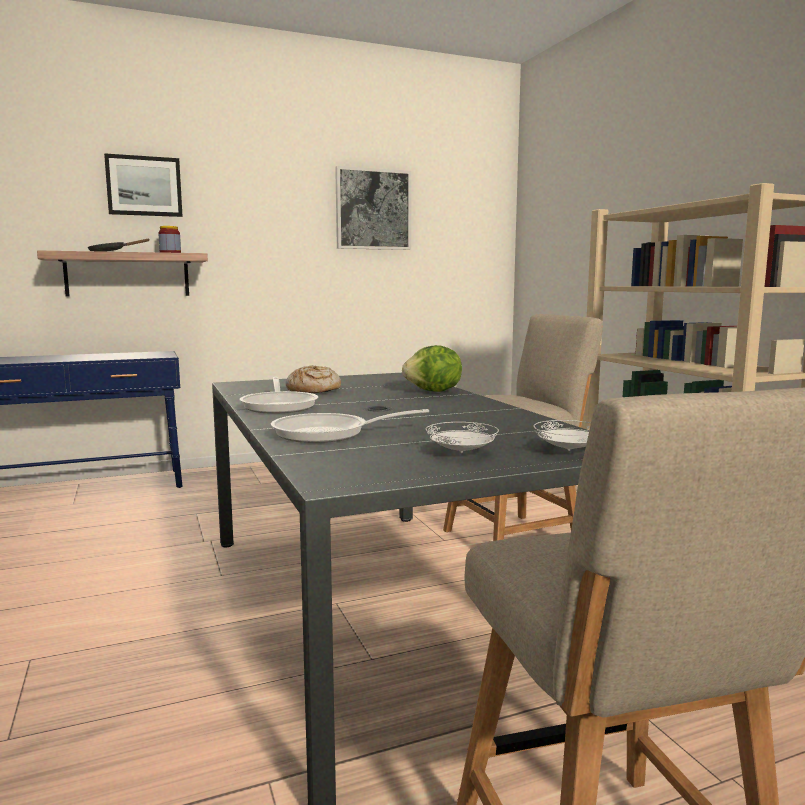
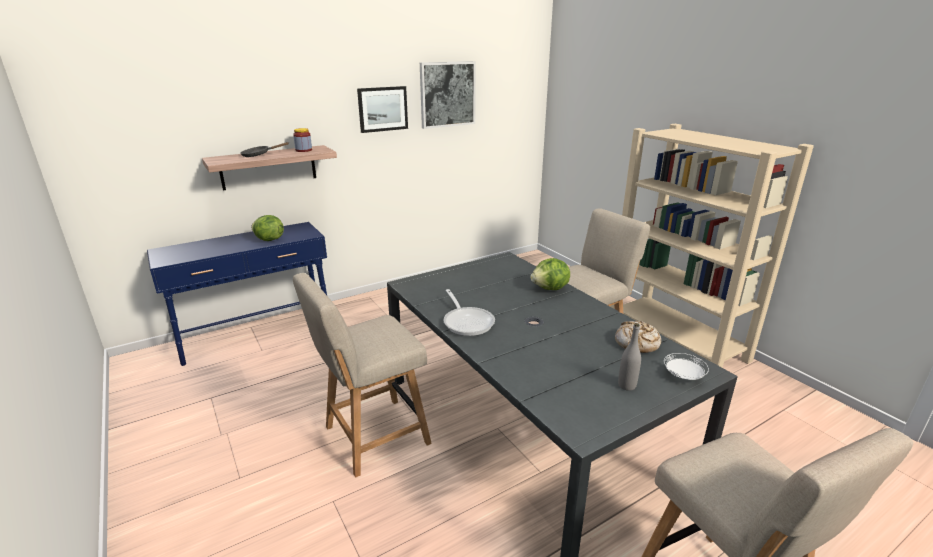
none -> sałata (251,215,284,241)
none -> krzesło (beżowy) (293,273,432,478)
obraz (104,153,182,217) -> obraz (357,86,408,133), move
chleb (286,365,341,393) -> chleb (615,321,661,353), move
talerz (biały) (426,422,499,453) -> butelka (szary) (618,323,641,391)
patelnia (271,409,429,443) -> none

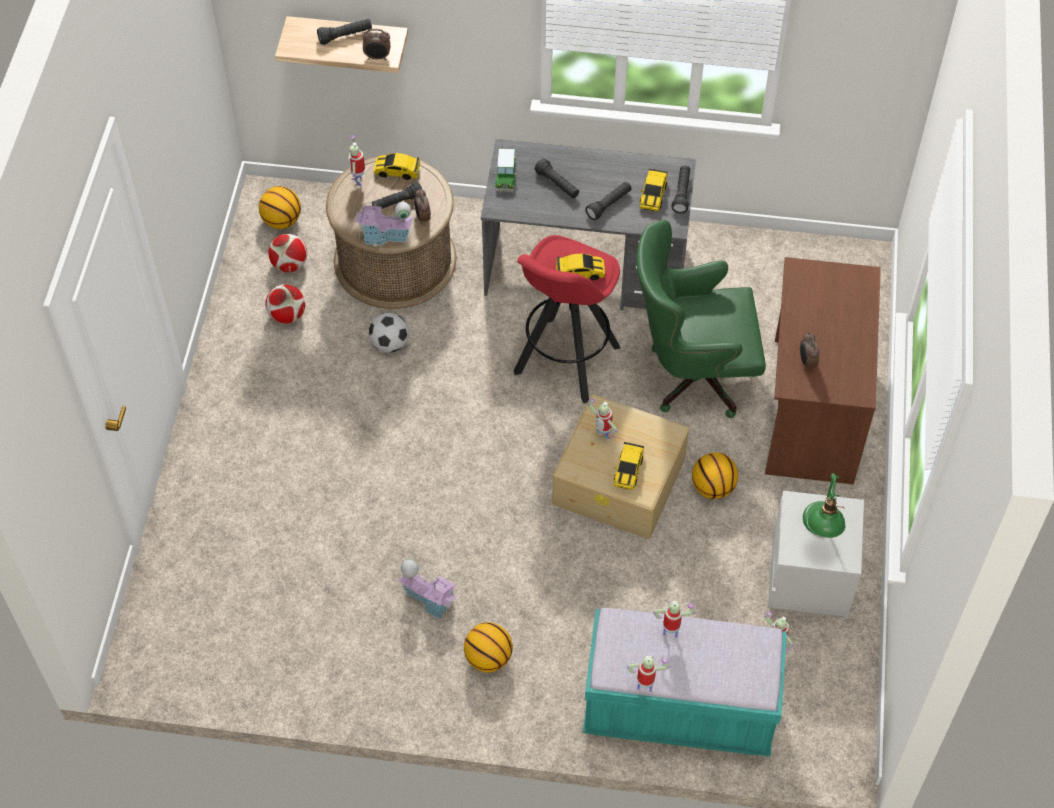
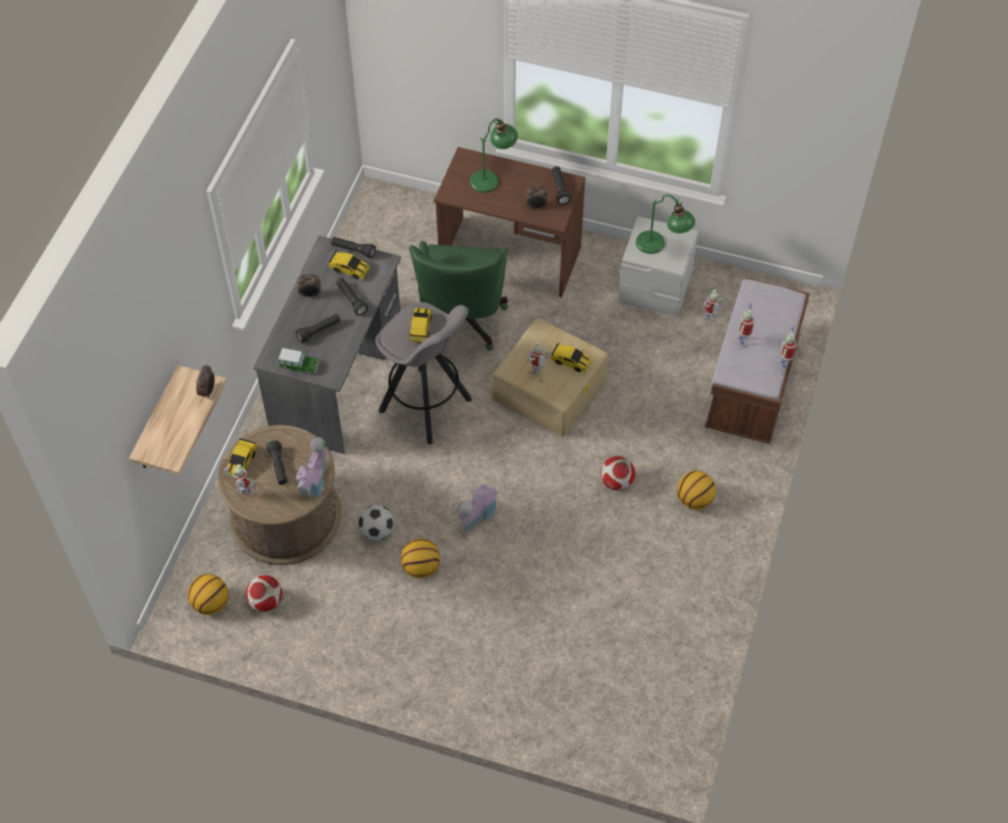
budzik (414,188,431,224) -> budzik (297,274,321,297), move
stołek (czerwony) (514,235,620,403) -> stołek (szary) (375,302,472,444)
piłka do koszykówki (692,452,738,499) -> piłka do koszykówki (401,538,440,578), move
domek (399,559,458,620) -> domek (457,483,499,532), move
none -> lampa stołowa (zielony) (470,118,518,193)
latarka (czarny) (317,19,372,45) -> latarka (czarny) (552,166,571,205), move
piłka futbolowa (265,284,305,324) -> piłka futbolowa (600,456,635,491), move
ławka (turkusowy) (583,608,787,756) -> ławka (brązowy) (705,278,810,444)

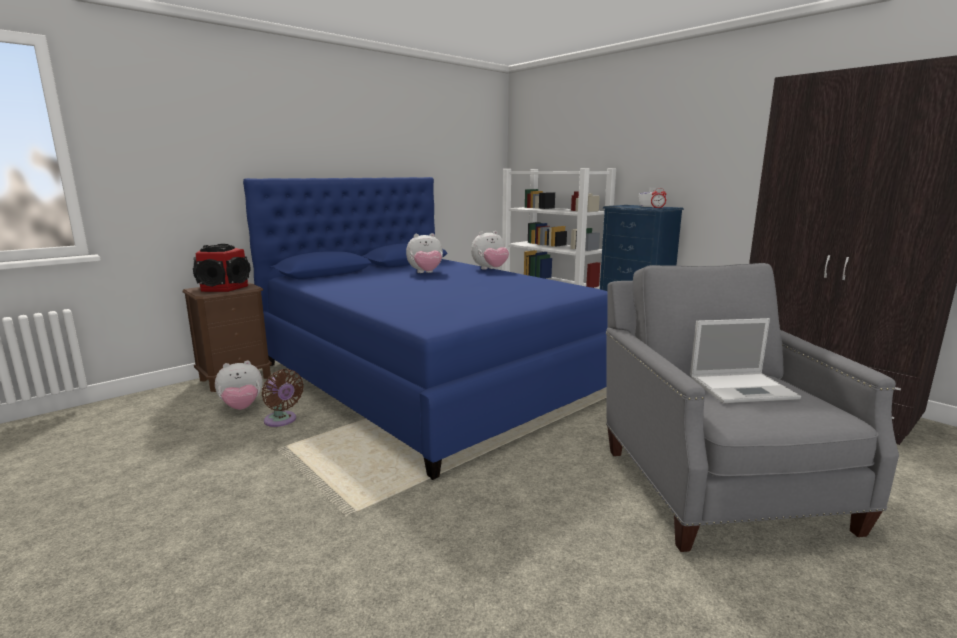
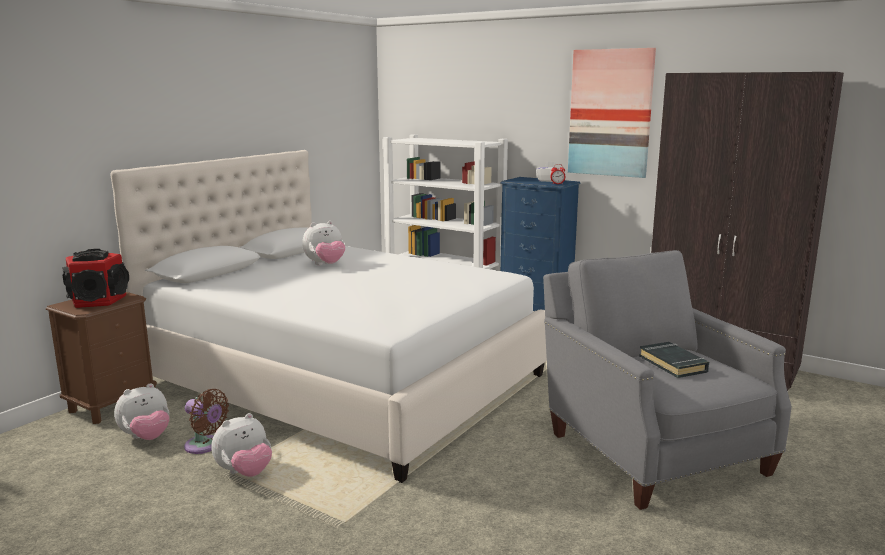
łóżko (niebieski) (243,177,608,480) -> łóżko (biały) (111,150,547,483)
pluszak (471,231,509,270) -> pluszak (212,413,272,477), move
none -> obraz (568,48,656,178)
laptop (690,318,801,403) -> książka (czarny) (639,342,709,378)

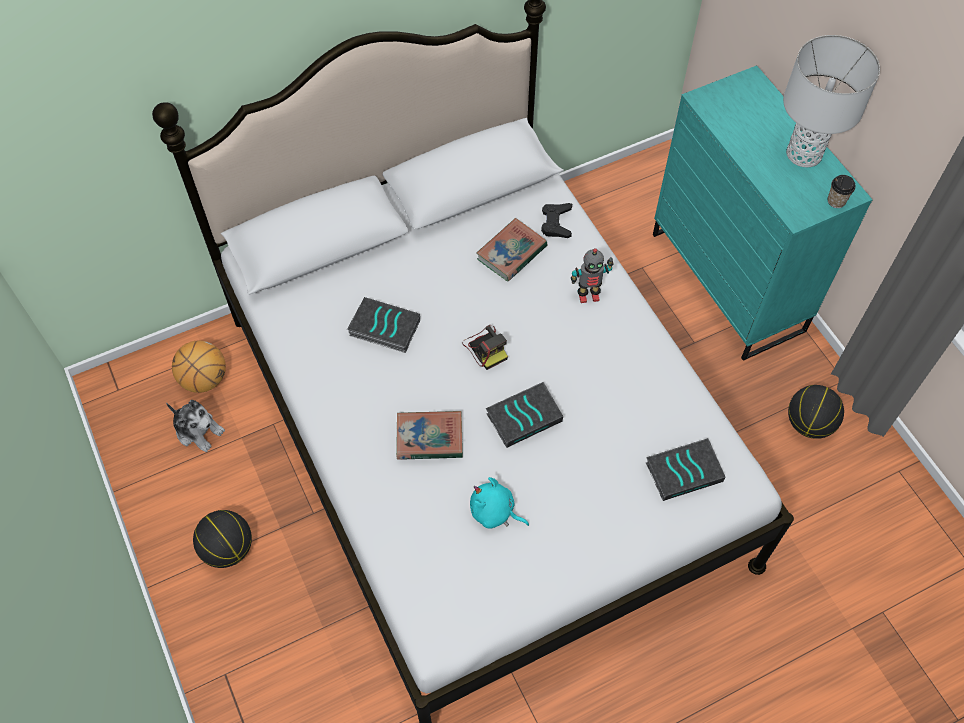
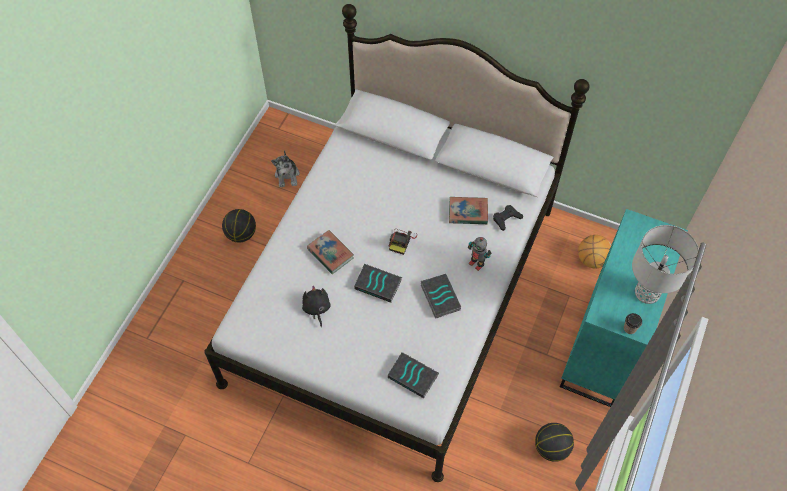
pluszak (turkusowy) (470,477,529,529) -> pluszak (czarny) (302,286,331,327)
książka (347,297,420,353) -> książka (421,274,461,319), move
piłka do koszykówki (172,340,226,393) -> piłka do koszykówki (578,235,611,269), move

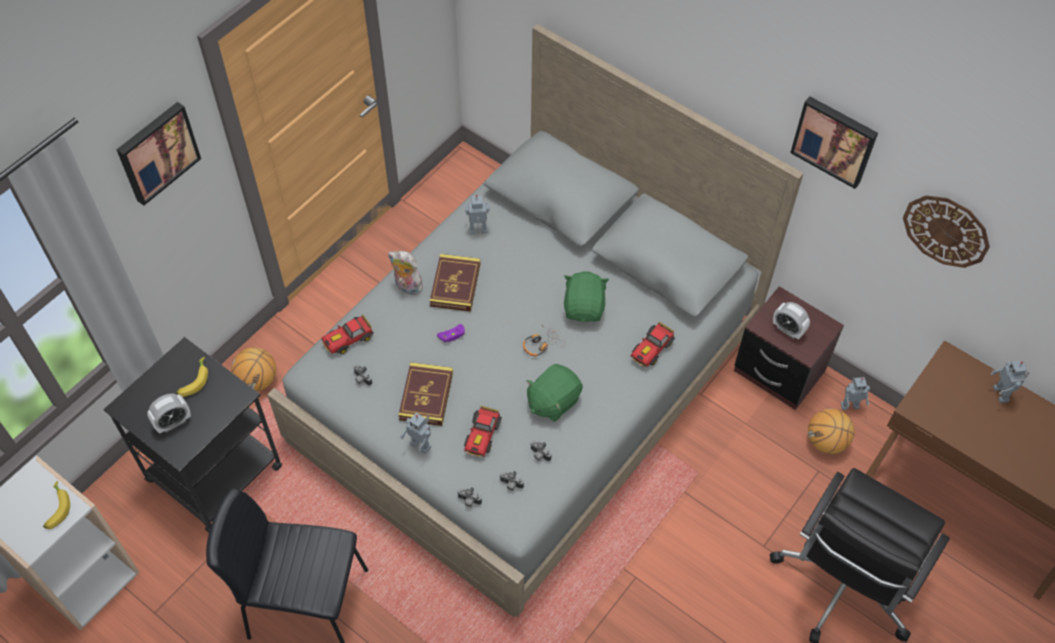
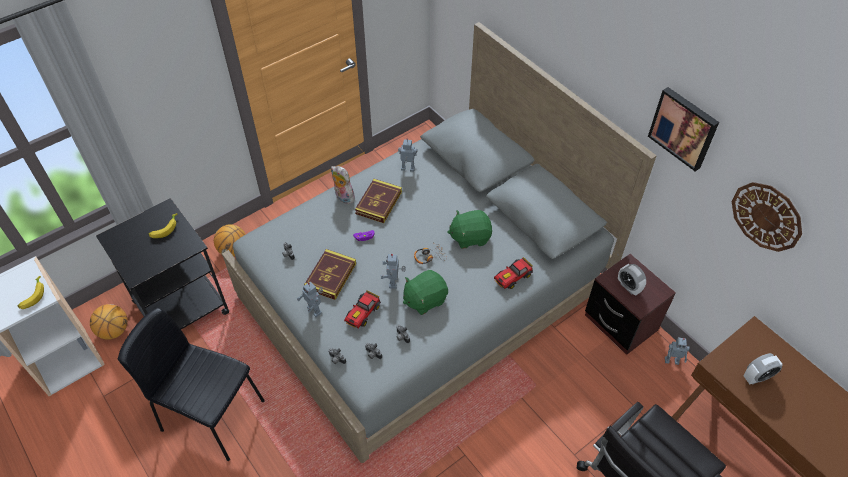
piłka do koszykówki (808,409,855,454) -> piłka do koszykówki (90,304,128,340), move
robot zabawkowy (991,360,1030,403) -> robot zabawkowy (380,254,406,289), move
pluszak (zielony) (564,271,609,322) -> pluszak (zielony) (447,210,492,249), 120 degrees counterclockwise
budzik (147,394,191,434) -> budzik (743,353,783,385), move
obraz (117,102,201,206) -> none
samochodzik (321,315,374,354) -> none

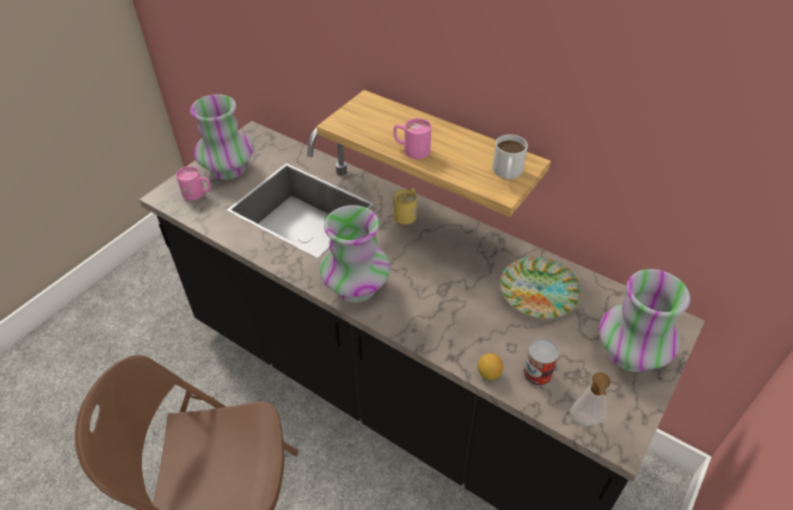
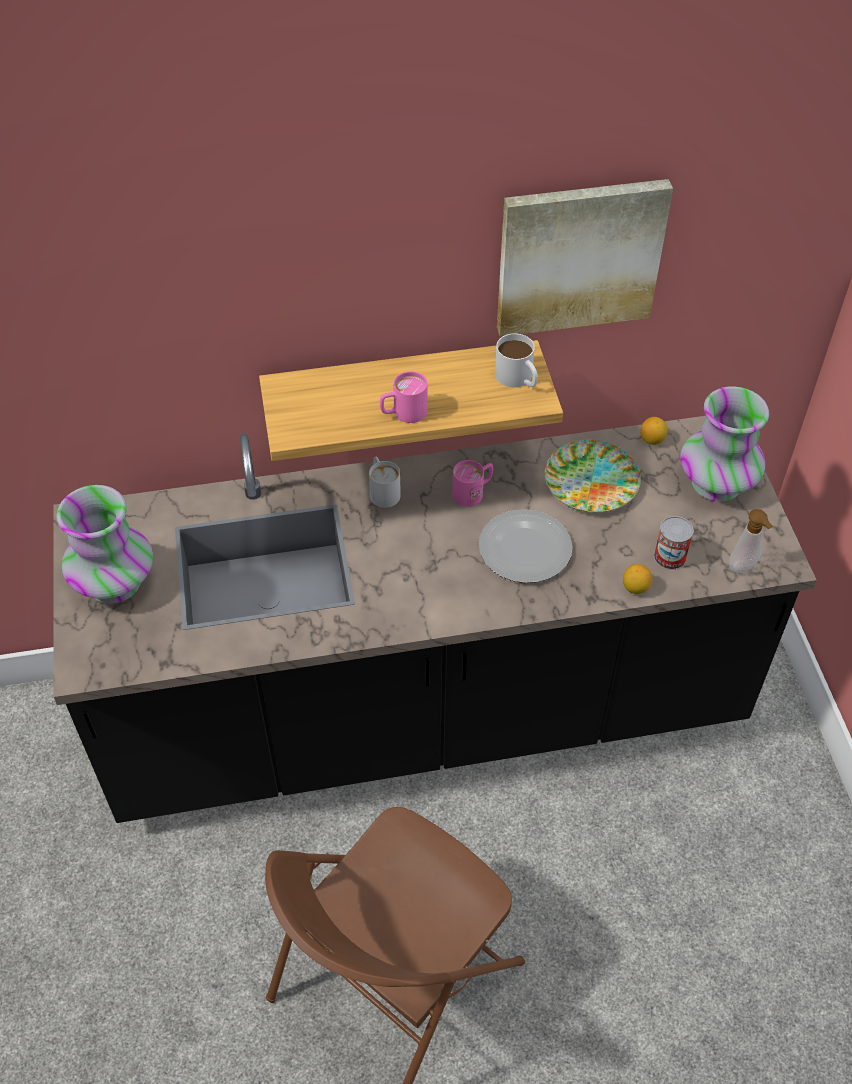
kubek (żółty) (393,187,417,225) -> kubek (biały) (369,456,401,508)
kubek (różowy) (176,166,211,200) -> kubek (różowy) (452,460,493,507), move
none -> talerz (479,509,572,583)
none -> obraz (497,179,673,337)
none -> cytryna (640,417,667,445)
wazon (320,205,390,302) -> none

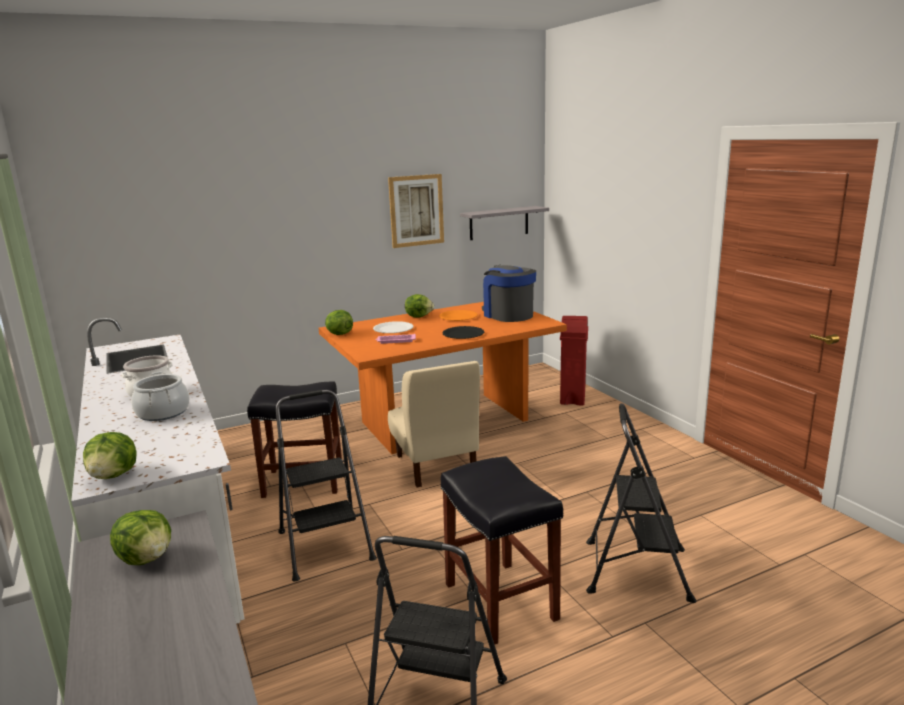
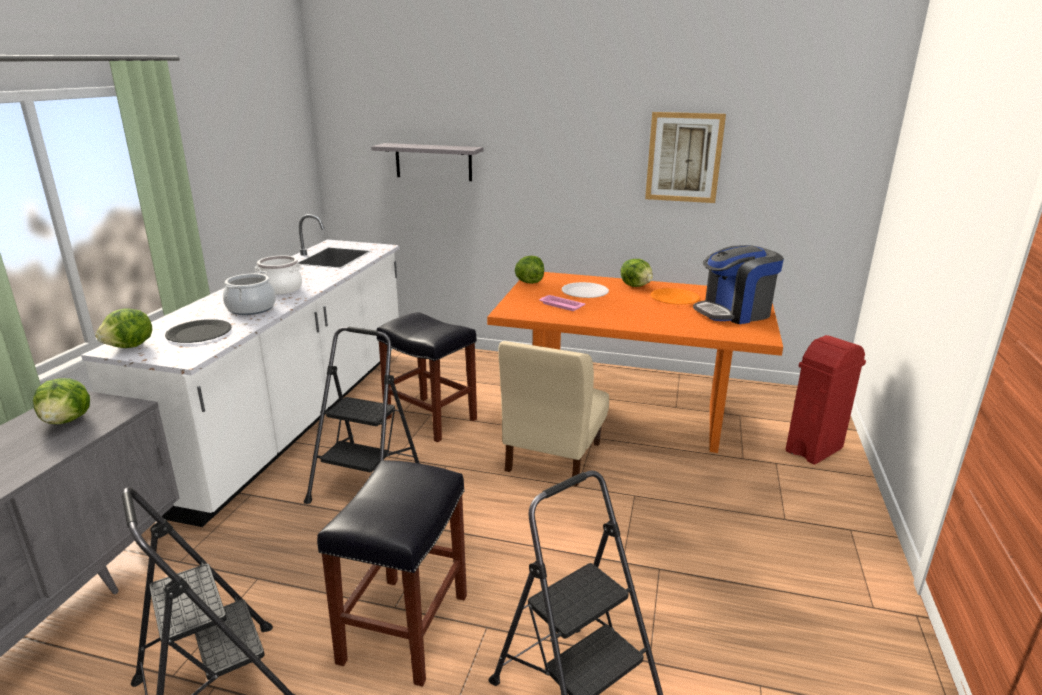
talerz (czarny) (442,326,484,339) -> talerz (czarny) (165,319,231,343), move
półka (szary) (460,206,549,240) -> półka (szary) (371,143,483,181), move
ekspres do kawy (482,265,536,322) -> ekspres do kawy (693,245,784,324), 120 degrees counterclockwise

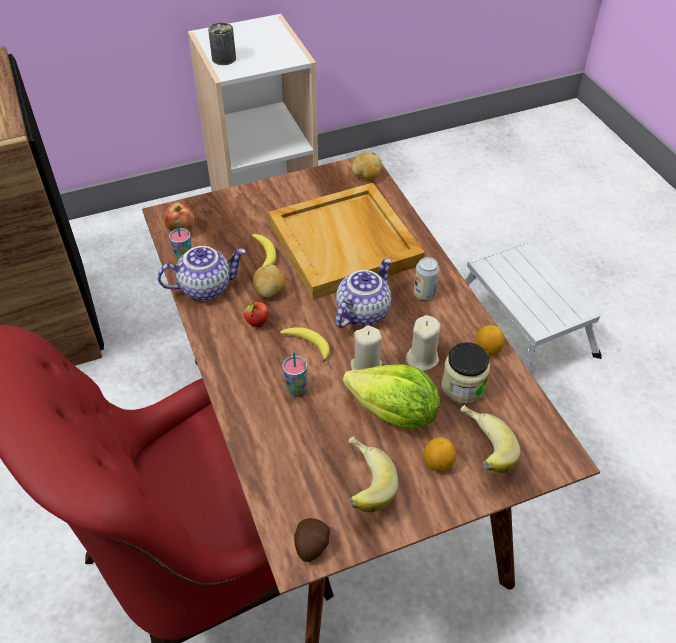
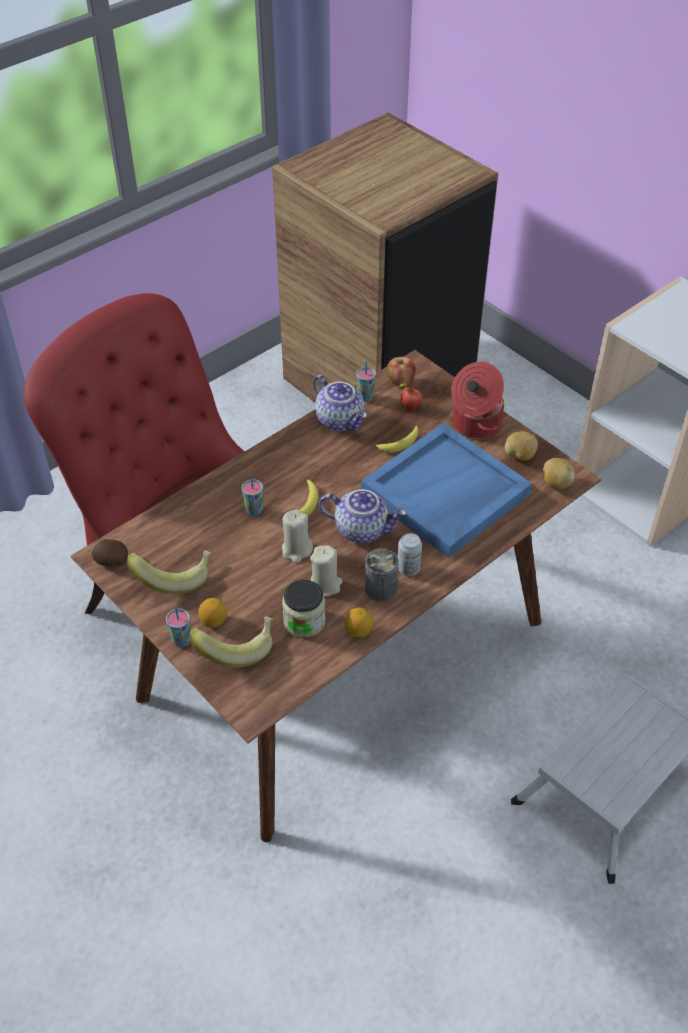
none -> filiżanka (166,606,191,647)
taca (beżowy) (268,183,425,300) -> taca (niebieski) (361,423,532,558)
puszka (208,23,236,65) -> puszka (365,548,399,602), move
jabłko (243,302,269,327) -> jabłko (398,383,423,410), move
none -> garnek (451,362,504,439)
ziemniak (253,264,286,297) -> ziemniak (505,431,538,461), move
sałata (343,364,440,429) -> none

